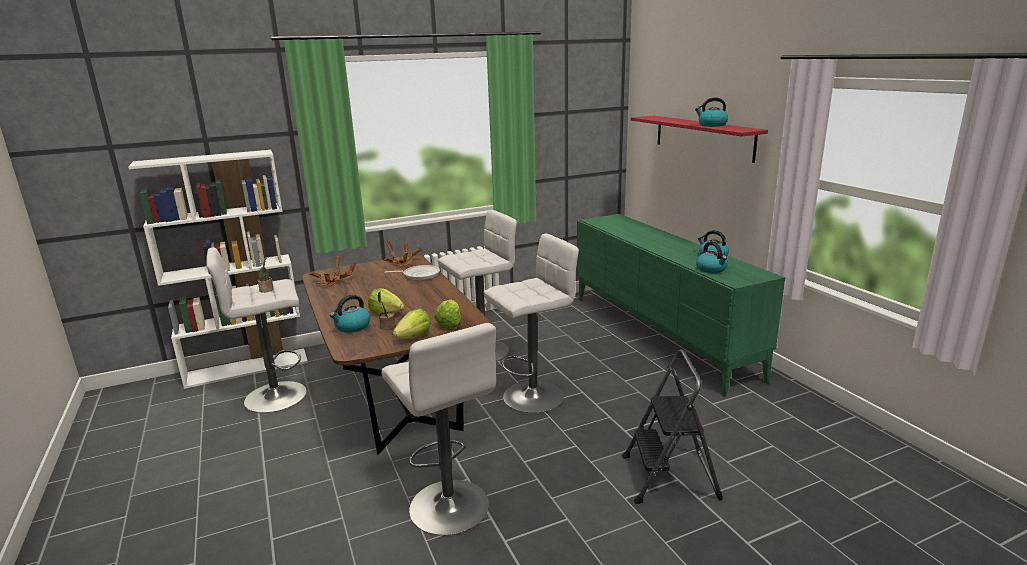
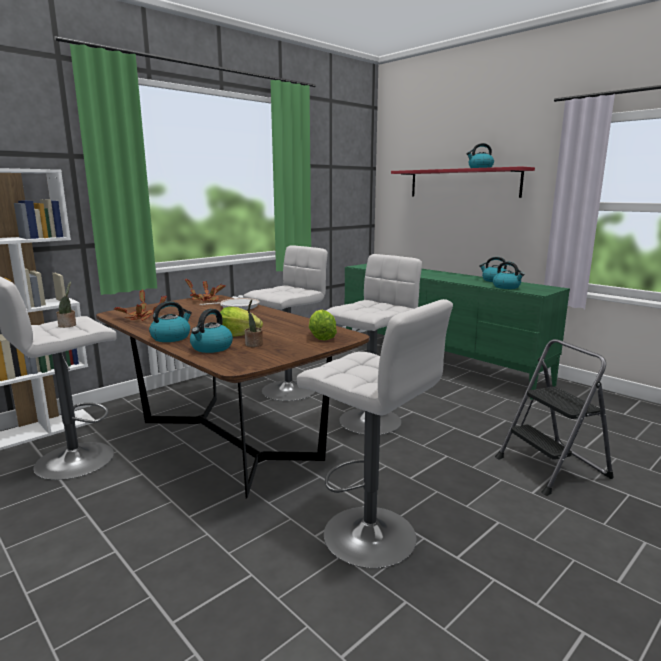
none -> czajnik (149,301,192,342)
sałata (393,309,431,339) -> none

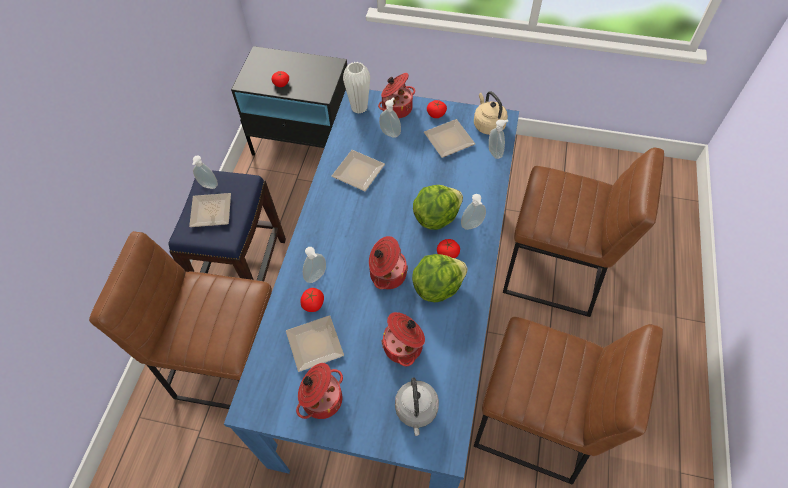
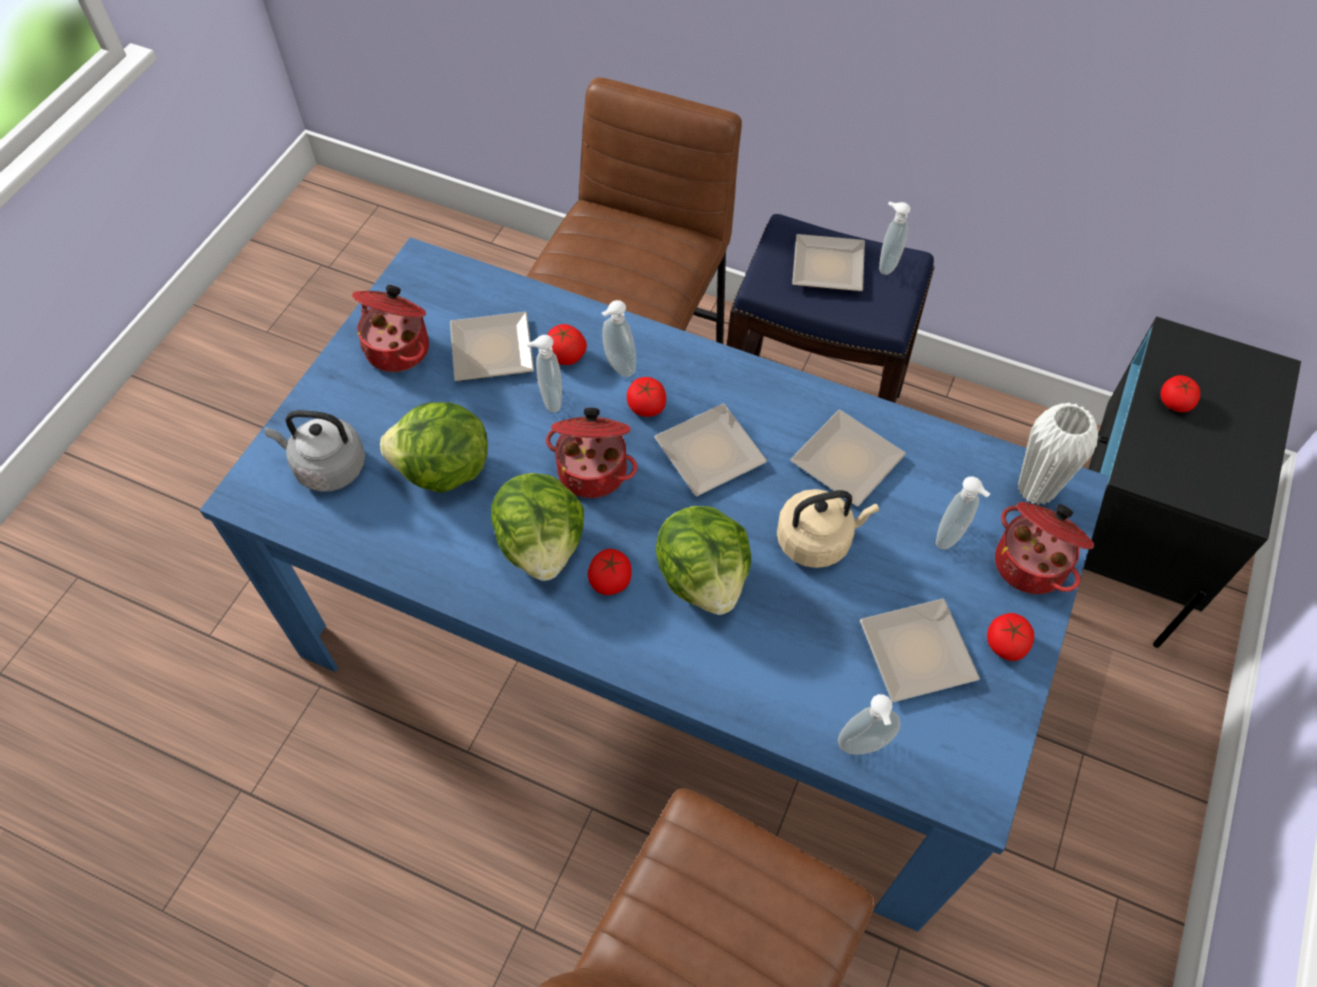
garnek (381,312,425,366) -> sałata (380,402,488,493)
dozownik mydła (461,194,486,230) -> dozownik mydła (526,335,562,412), move
none -> pomidor (627,377,666,417)
none -> talerz (654,404,767,496)
czajnik (beżowy) (474,91,508,135) -> czajnik (beżowy) (777,489,879,568), move
krzesło (brązowy) (474,317,663,484) -> none

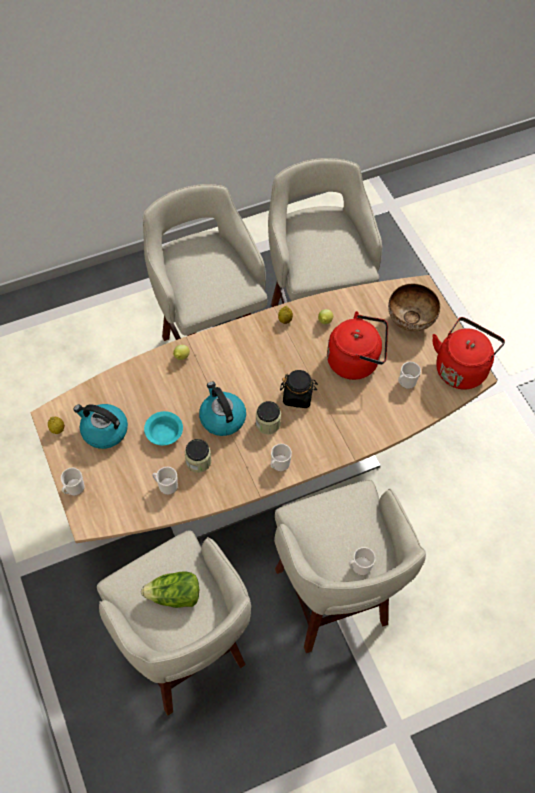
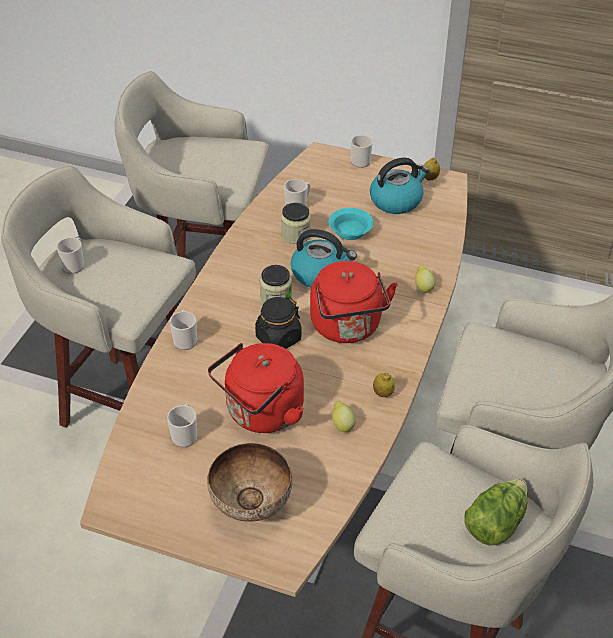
kubek (270,444,292,471) -> kubek (170,310,197,350), move
czajnik (czerwony) (432,317,505,389) -> czajnik (czerwony) (310,261,398,343), move
sałata (141,571,199,608) -> sałata (464,479,528,545), move

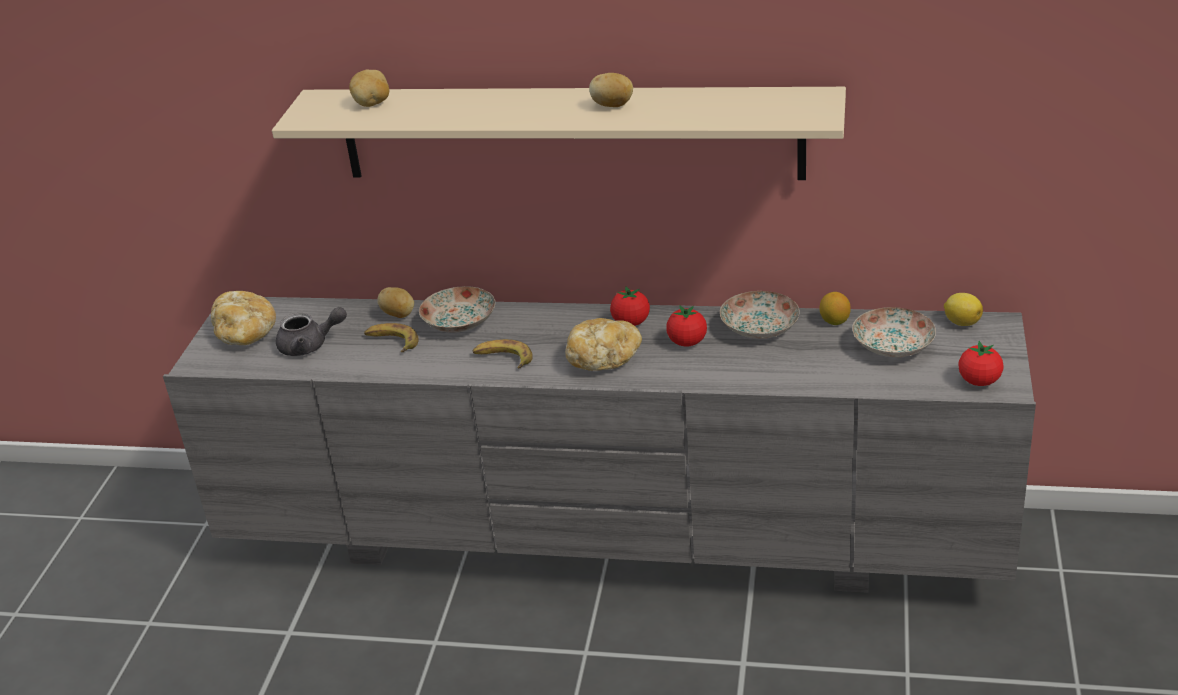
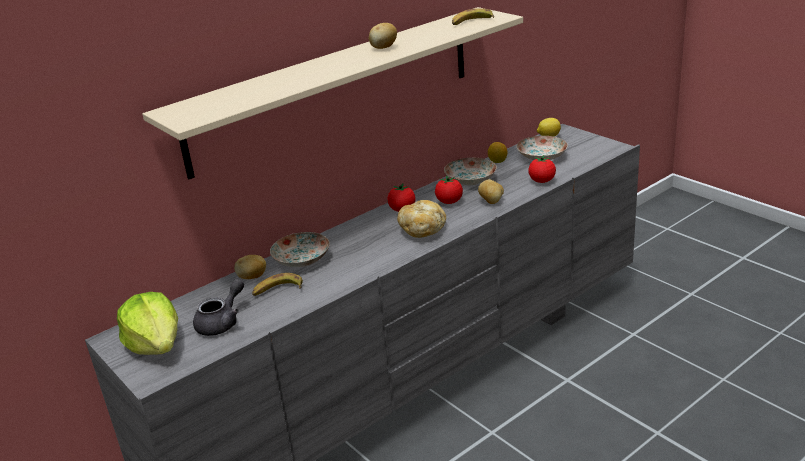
chleb (211,291,276,345) -> sałata (117,292,178,355)
banan (473,339,533,368) -> banan (452,8,494,25), move
ziemniak (349,69,389,107) -> ziemniak (478,179,504,204), move
pomidor (958,341,1003,386) -> pomidor (528,155,556,183), move

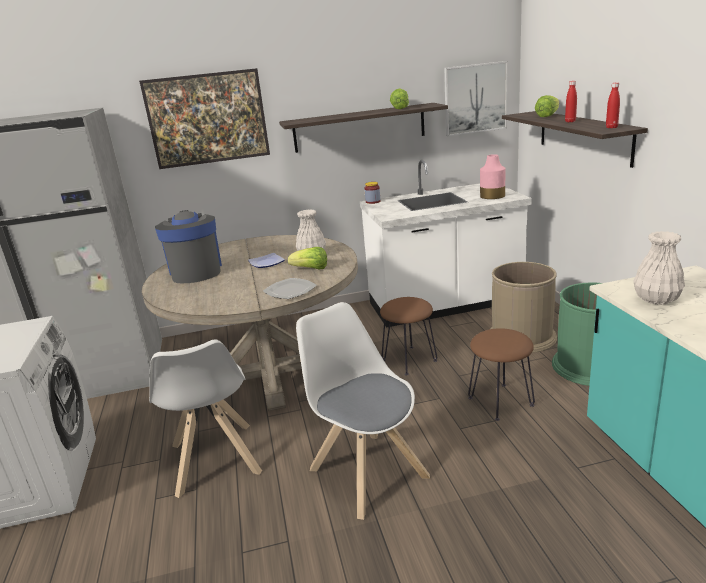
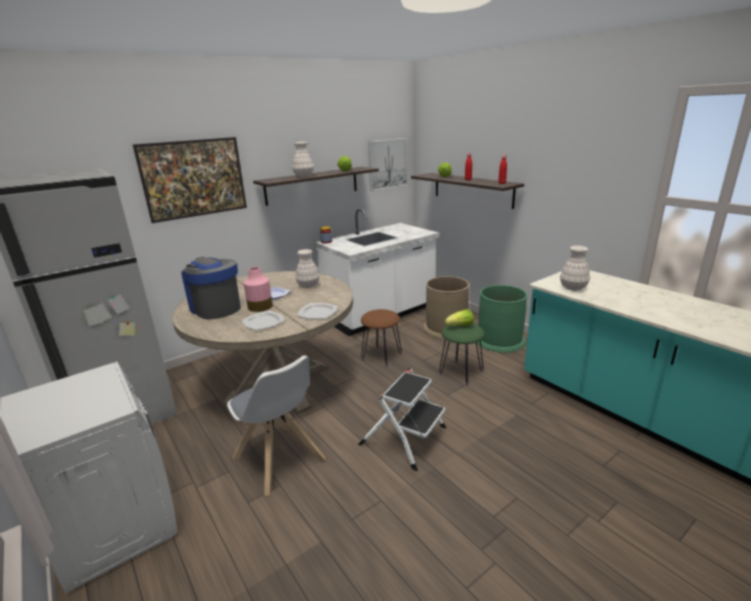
none -> talerz (242,311,285,331)
wazon (różowy) (480,154,506,199) -> wazon (różowy) (244,267,273,312), move
none -> wazon (biały) (292,142,314,177)
krzesło (296,302,430,520) -> drabinka (358,368,446,471)
stołek (brązowy) (468,328,535,421) -> stołek (zielony) (439,324,485,385)
sałata (288,247,327,270) -> sałata (445,309,474,326), move

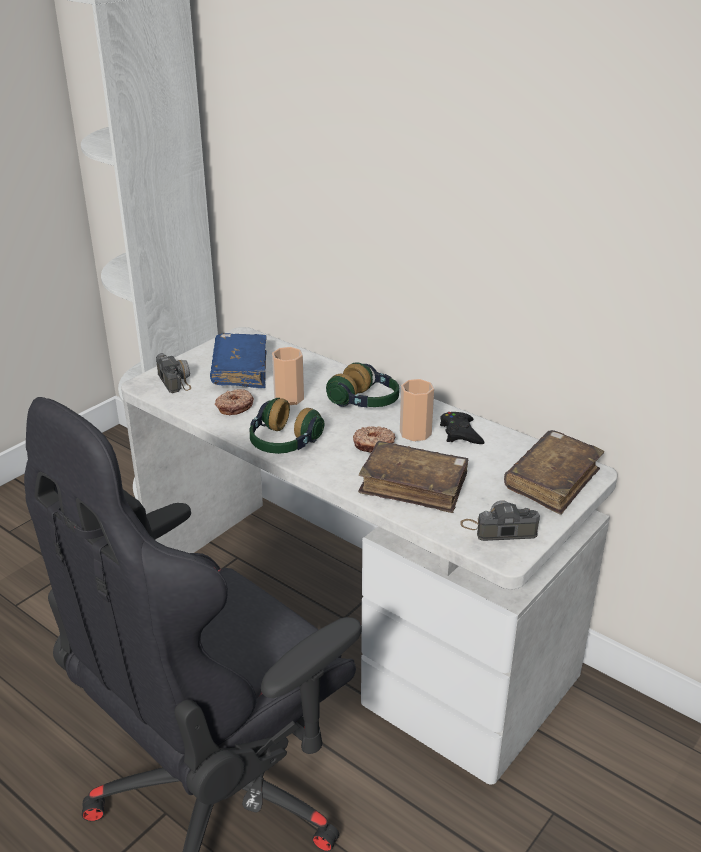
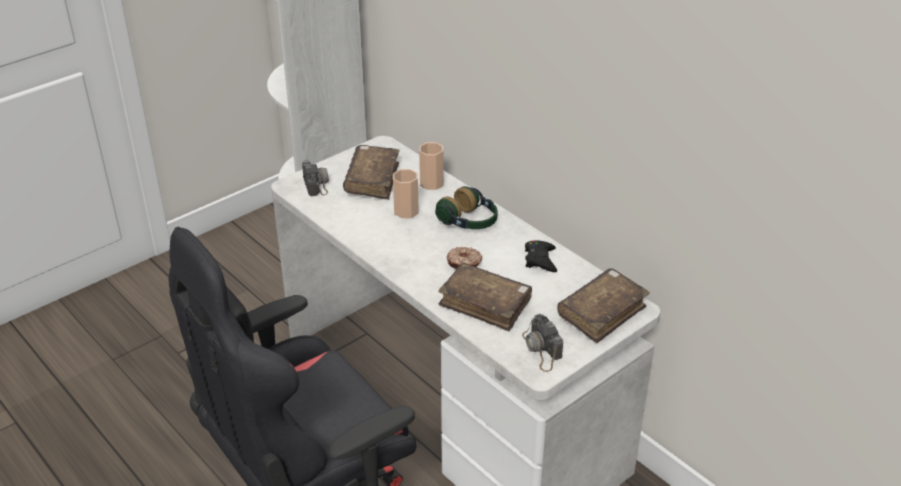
książka (niebieski) (210,333,267,388) -> książka (brązowy) (343,145,399,200)
filiżanka (400,379,434,441) -> filiżanka (419,142,444,190), move
aparat fotograficzny (460,501,540,541) -> aparat fotograficzny (522,314,563,372), 120 degrees counterclockwise
donut (215,389,254,415) -> none
słuchawki (250,398,324,454) -> none

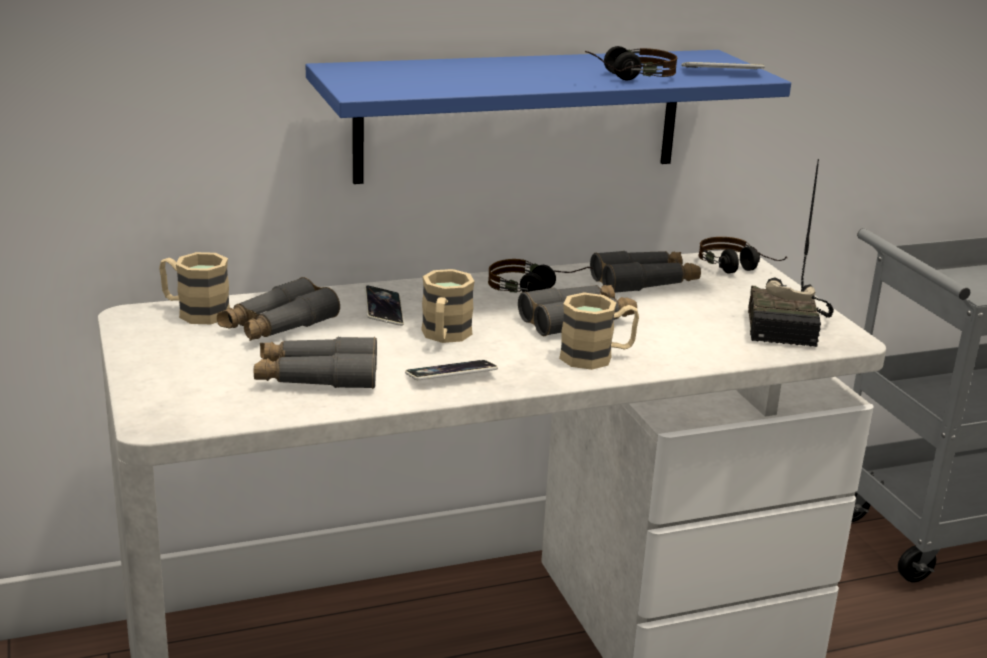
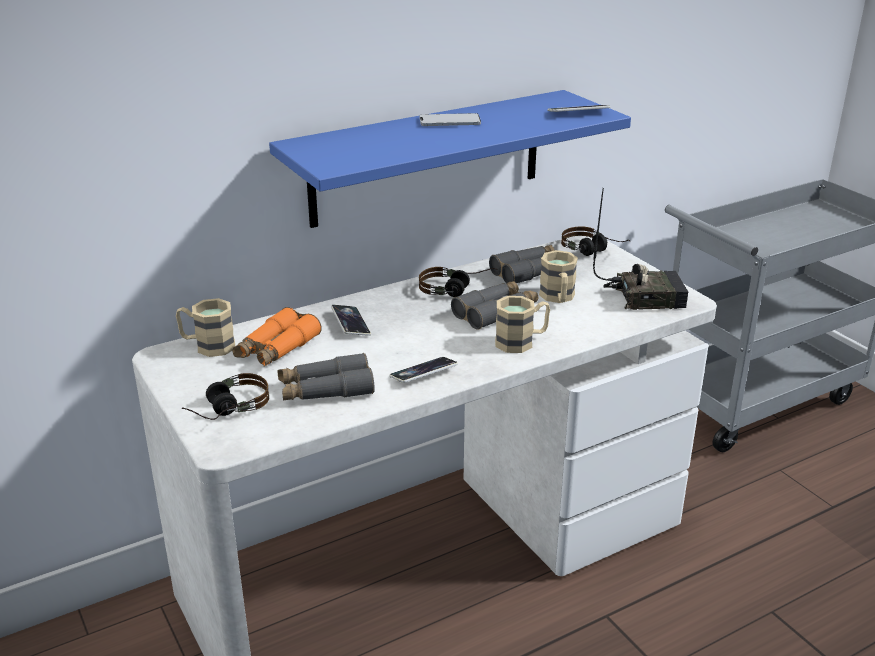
słuchawki (585,46,677,81) -> słuchawki (182,373,269,420), move
lornetka (szary) (217,277,340,341) -> lornetka (pomarańczowy) (232,307,322,367)
none -> telefon (419,113,481,126)
kubek (beżowy) (421,269,475,343) -> kubek (beżowy) (539,250,578,303), move
radio (748,159,834,347) -> radio (593,188,688,310), 90 degrees counterclockwise

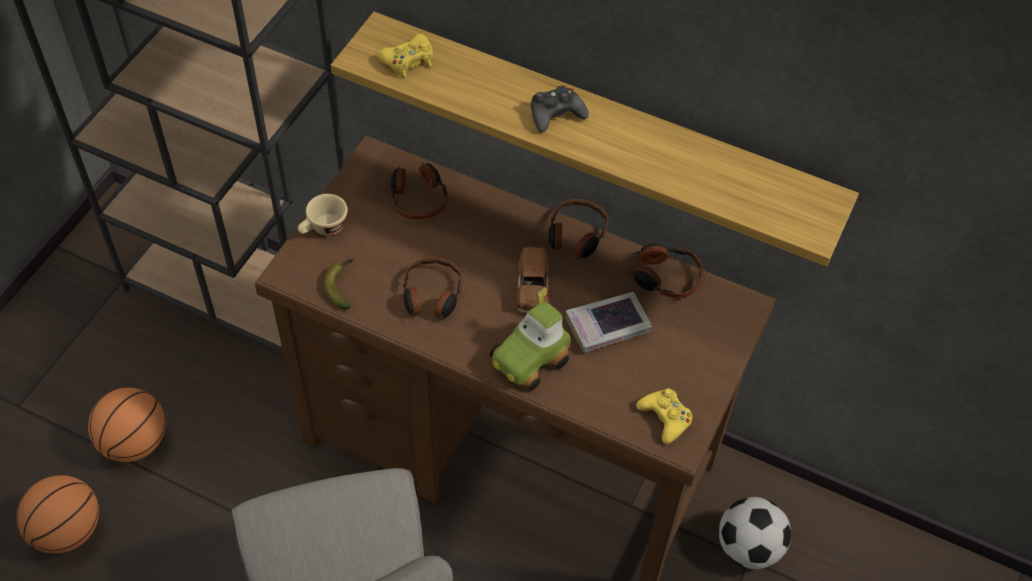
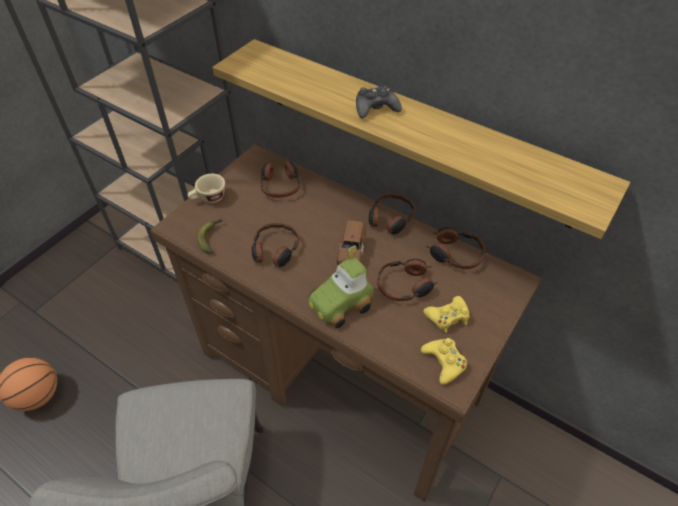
książka (566,292,652,353) -> słuchawki (377,259,438,301)
pad do gier (żółty) (376,34,433,77) -> pad do gier (żółty) (423,296,470,333), move
piłka do koszykówki (88,387,166,462) -> none
piłka futbolowa (719,497,791,569) -> none

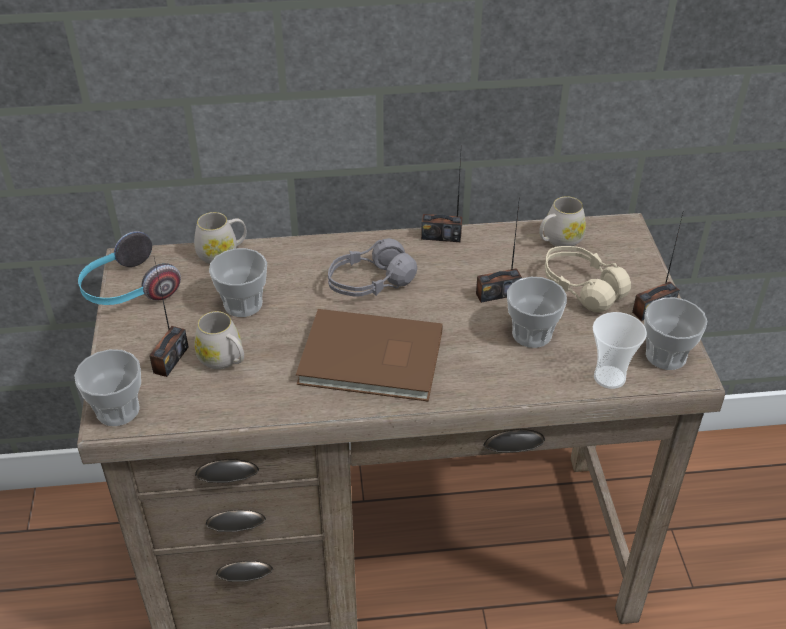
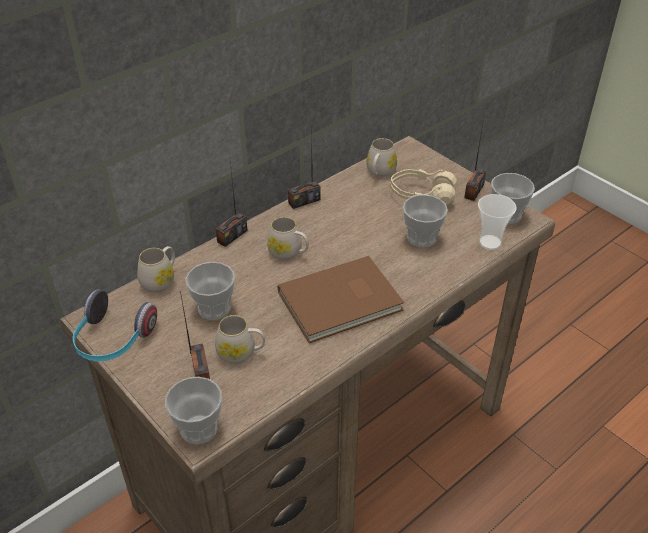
radio (476,197,522,303) -> radio (216,161,248,247), move
słuchawki (szary) (328,238,417,297) -> kubek (biały) (267,217,309,260)

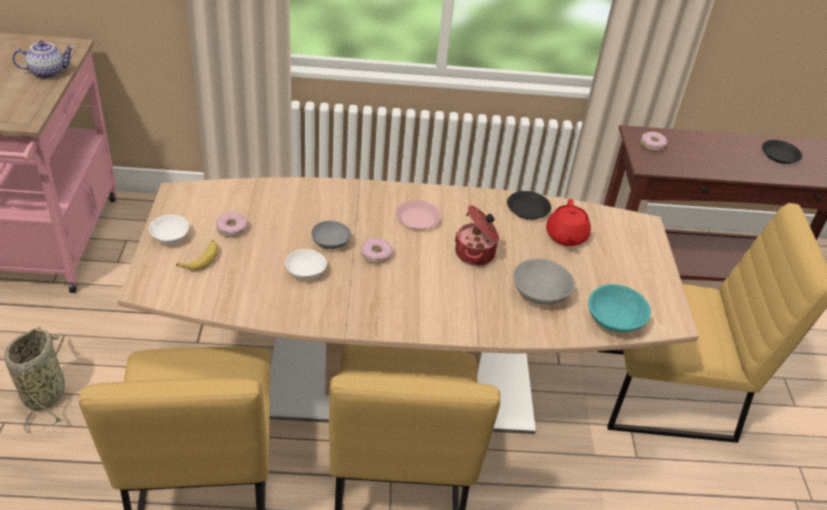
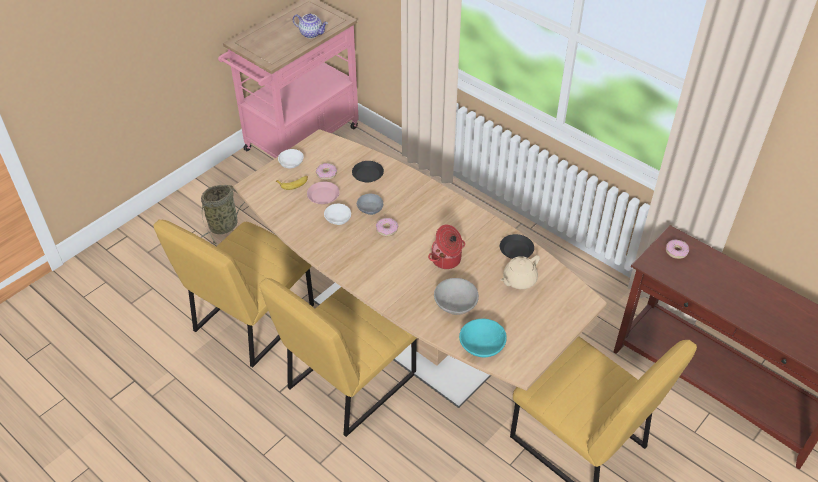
talerz (różowy) (396,200,441,230) -> talerz (różowy) (307,182,340,204), move
talerz (czarny) (762,140,802,164) -> talerz (czarny) (352,161,384,182), move
imbryk (czerwony) (546,199,591,246) -> imbryk (beżowy) (501,255,540,289)

